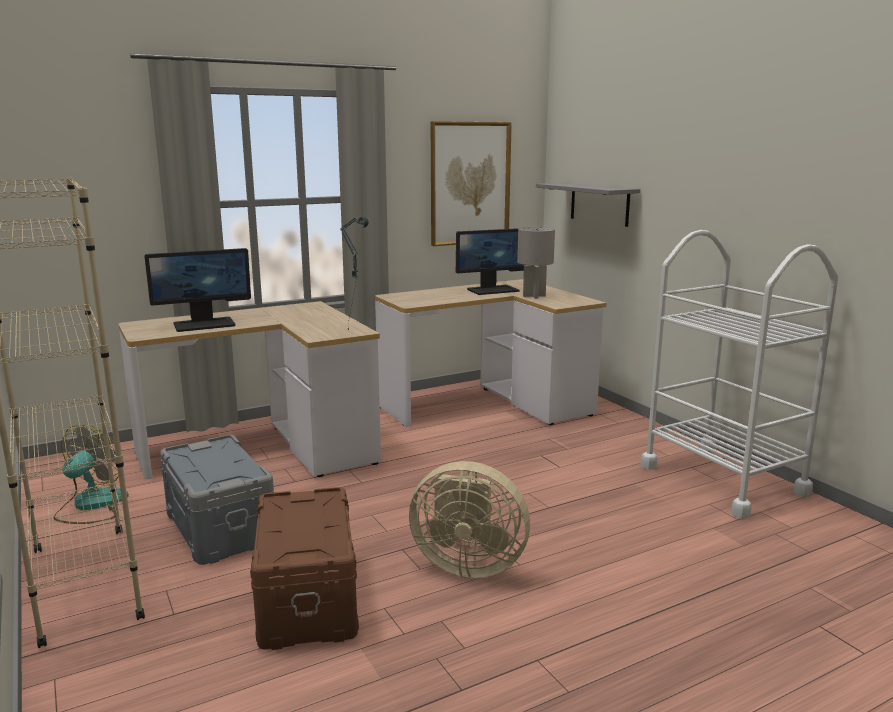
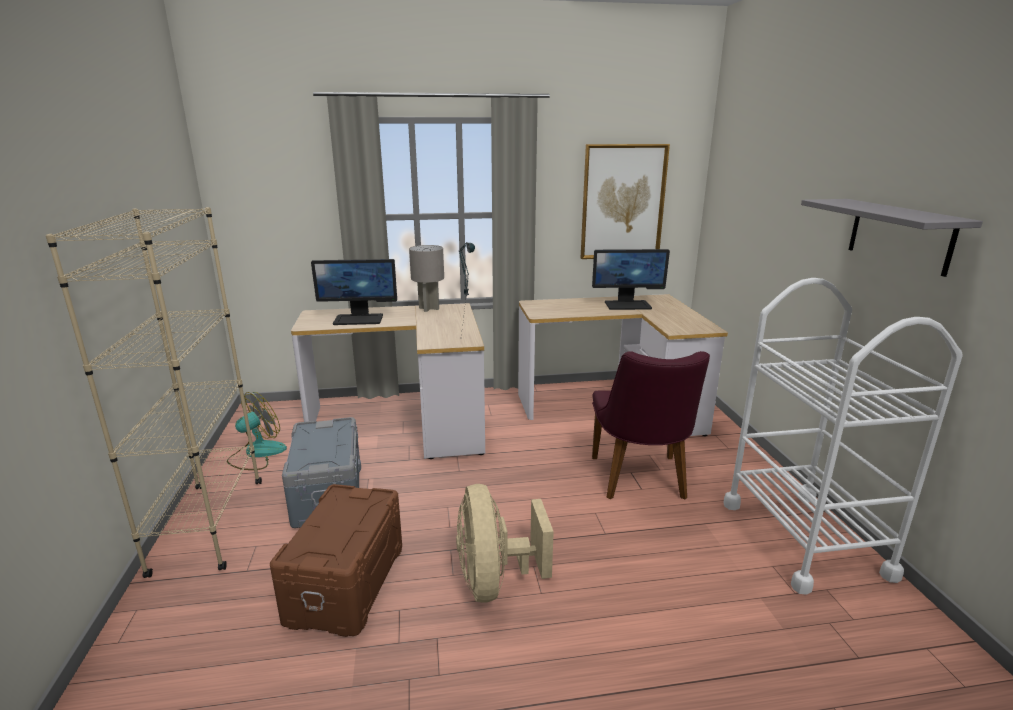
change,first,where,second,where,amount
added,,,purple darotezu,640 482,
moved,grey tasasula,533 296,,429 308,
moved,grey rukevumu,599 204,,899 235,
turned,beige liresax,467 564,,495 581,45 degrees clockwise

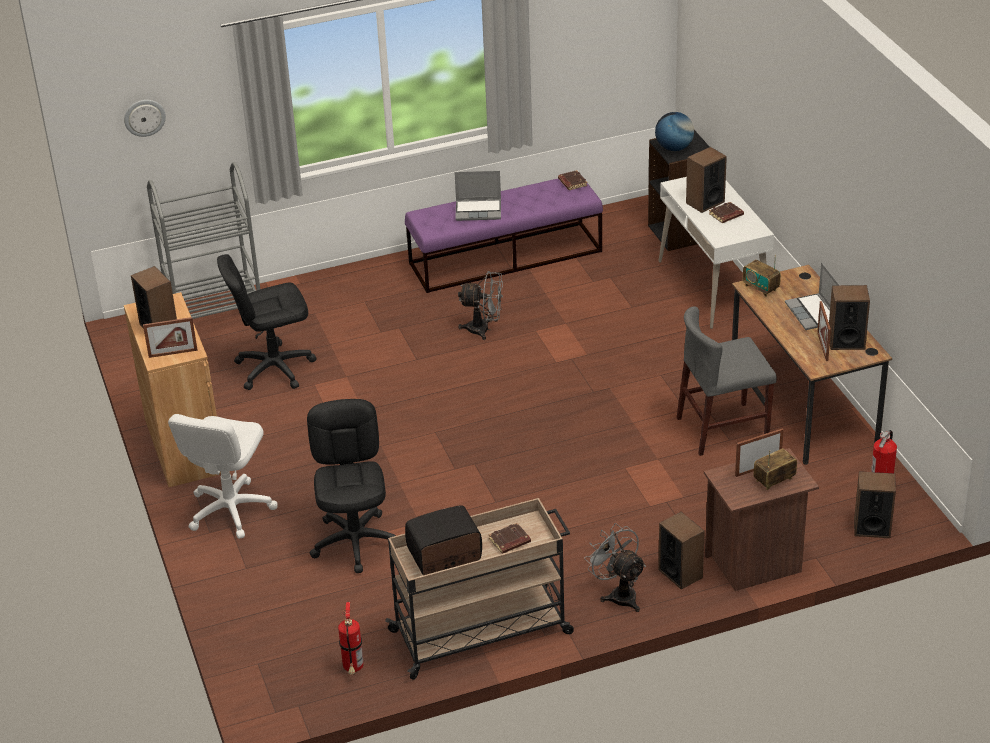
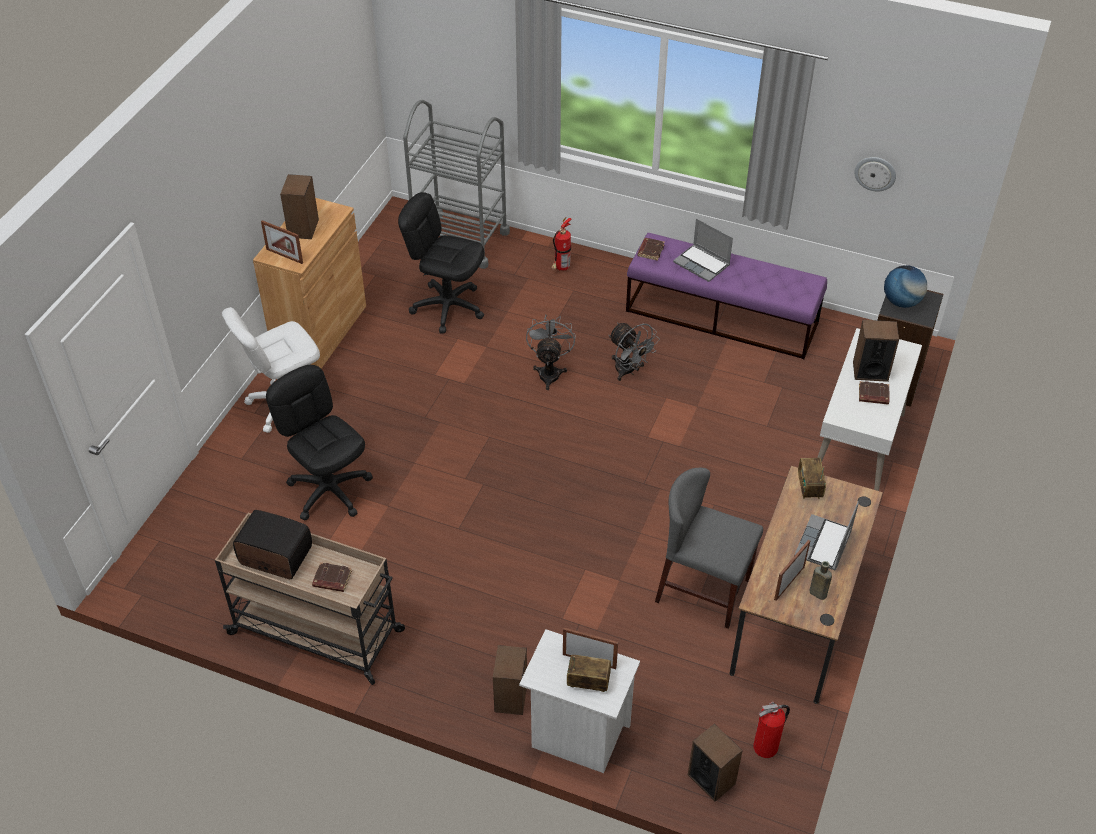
change,first,where,second,where,amount
moved,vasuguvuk,144 117,,875 173,
moved,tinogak,353 669,,561 268,
moved,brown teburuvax,572 182,,650 250,
moved,grey liresax,619 594,,549 371,
replaced,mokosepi,846 341,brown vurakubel,816 593,
recoloured,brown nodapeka,755 564,white nodapeka,577 735,
turned,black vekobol,355 542,,330 490,75 degrees counterclockwise

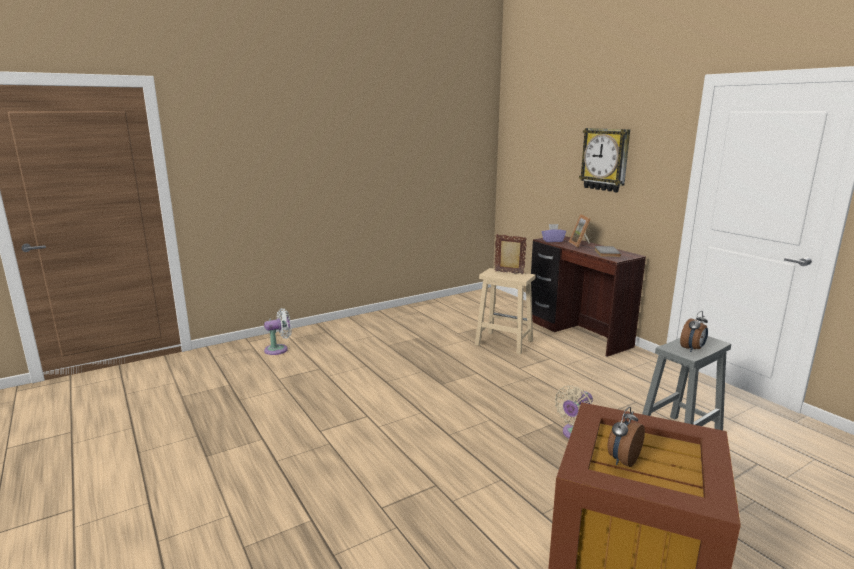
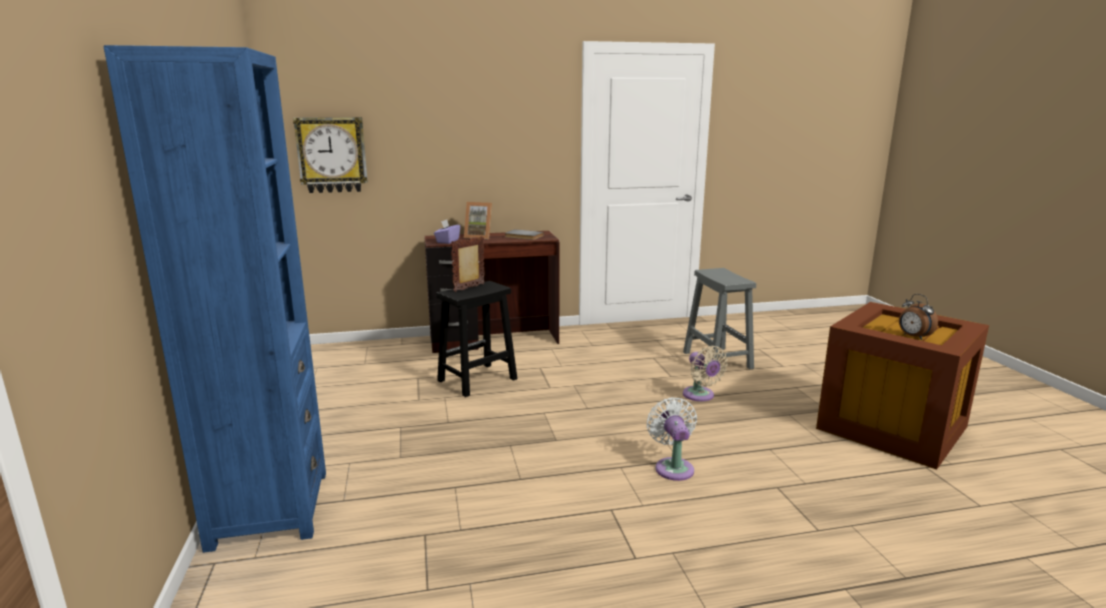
change,first,where,second,where,amount
removed,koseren,692 349,,,
added,,,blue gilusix,269 509,
moved,white liresax,279 349,,673 467,
moved,vasuguvuk,605 159,,332 155,
recoloured,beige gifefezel,503 342,black gifefezel,476 380,

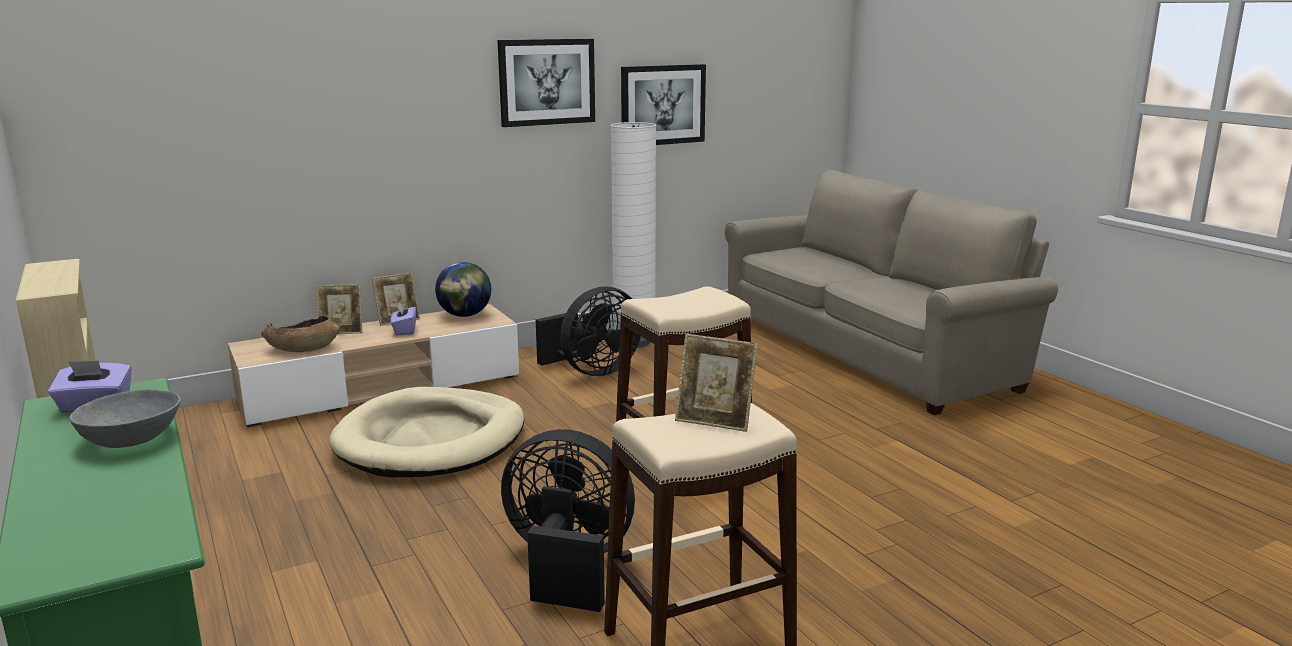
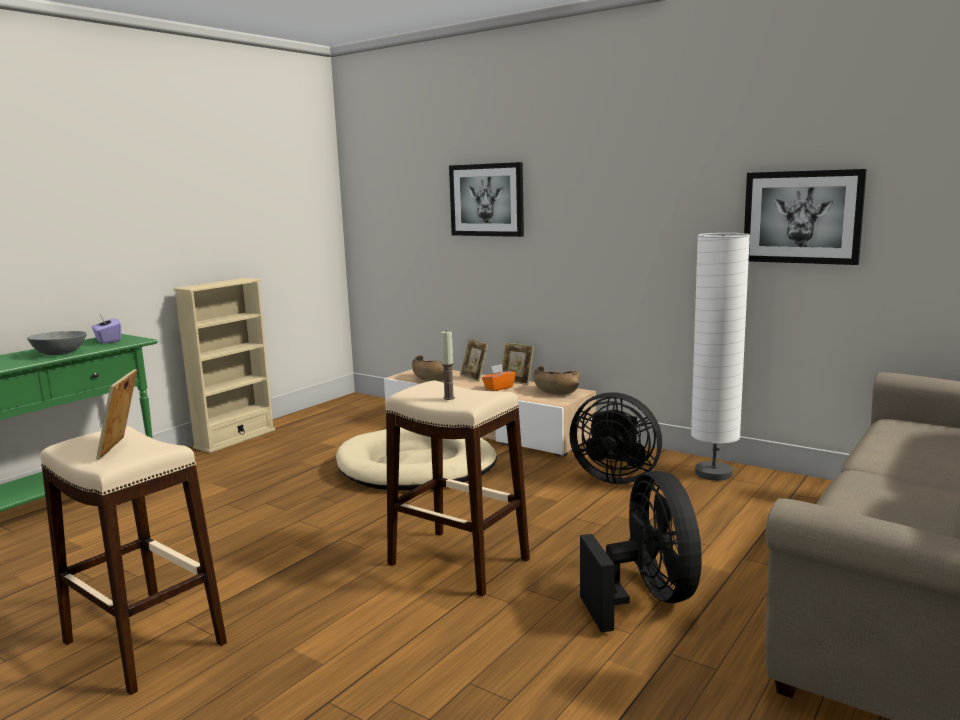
change,first,where,second,where,amount
added,,,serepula,449 398,
moved,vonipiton,547 82,,487 200,
moved,black liresax,567 566,,647 598,
replaced,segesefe,465 315,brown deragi,556 392,
recoloured,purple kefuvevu,404 330,orange kefuvevu,498 388,

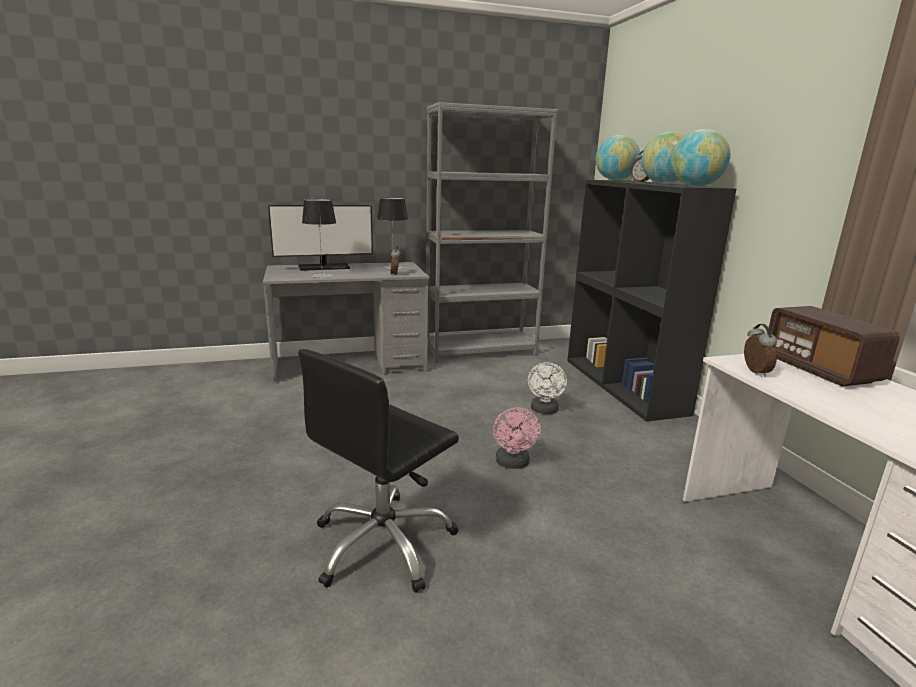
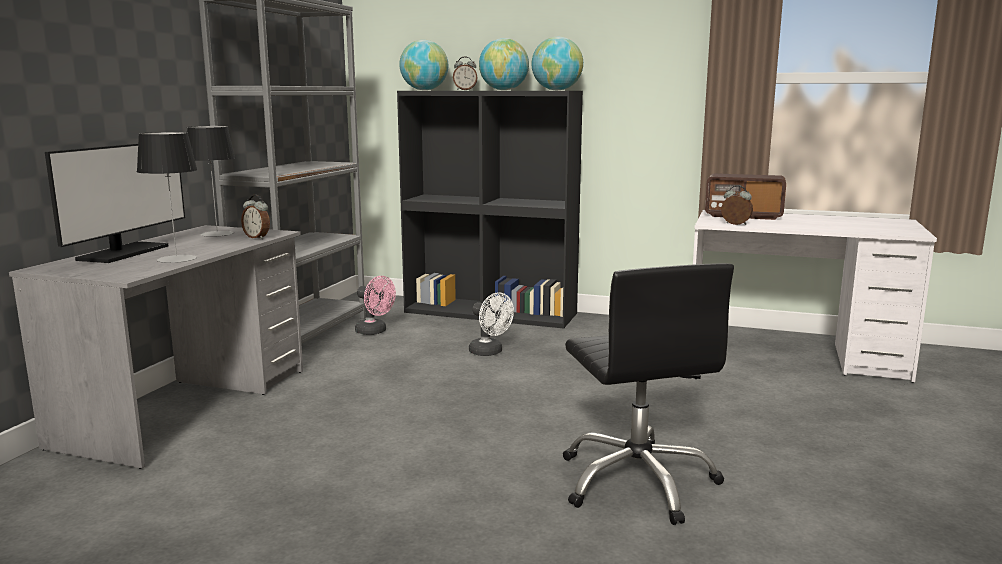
change,first,where,second,where,amount
moved,pink liresax,513 464,,375 331,

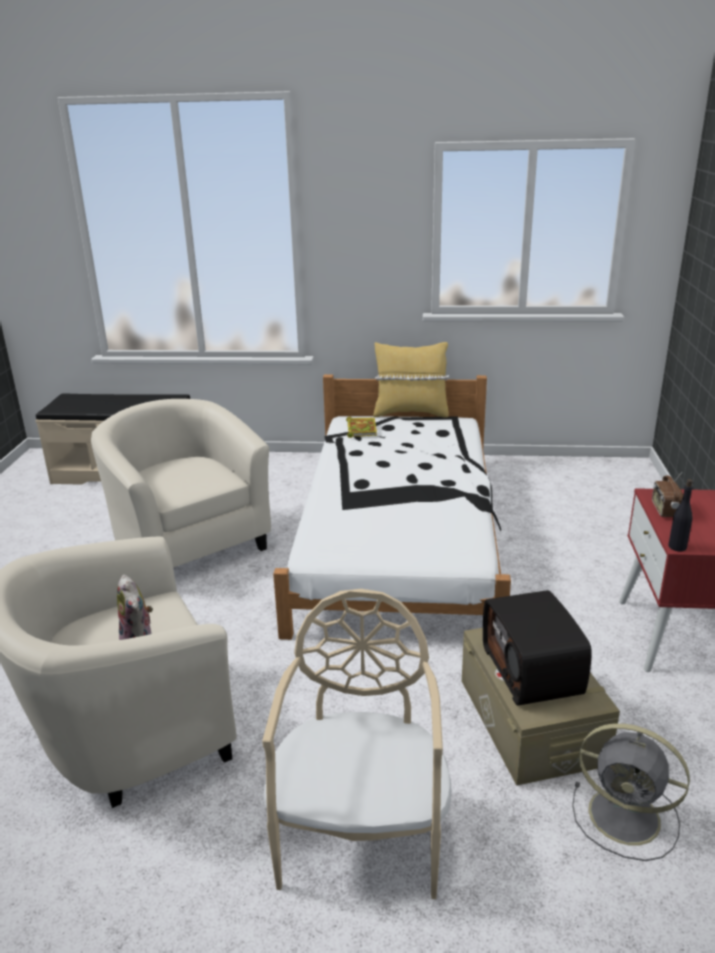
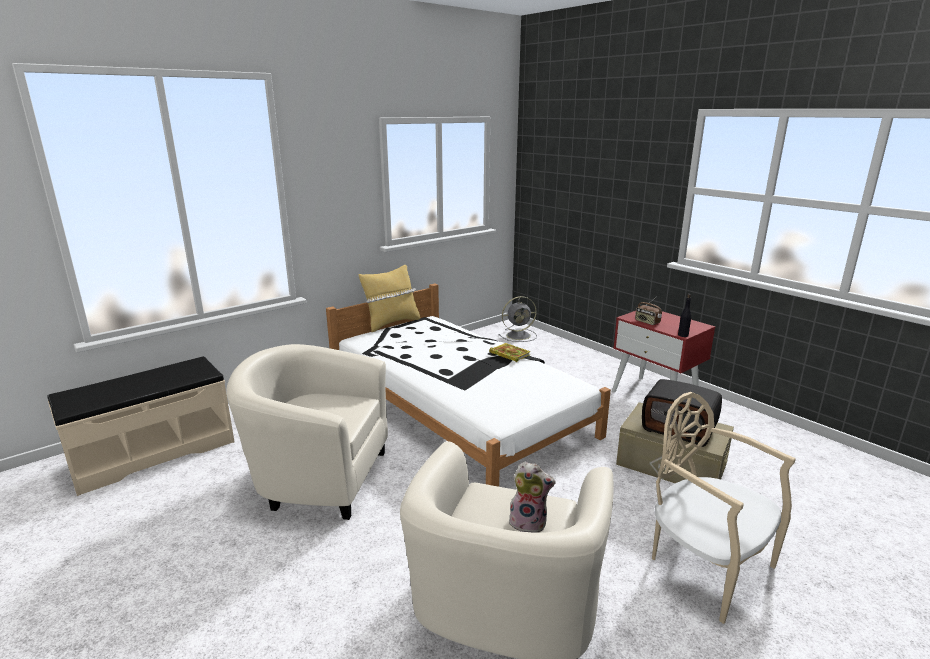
change,first,where,second,where,amount
moved,teburuvax,361 429,,509 354,
moved,grey liresax,627 817,,519 335,

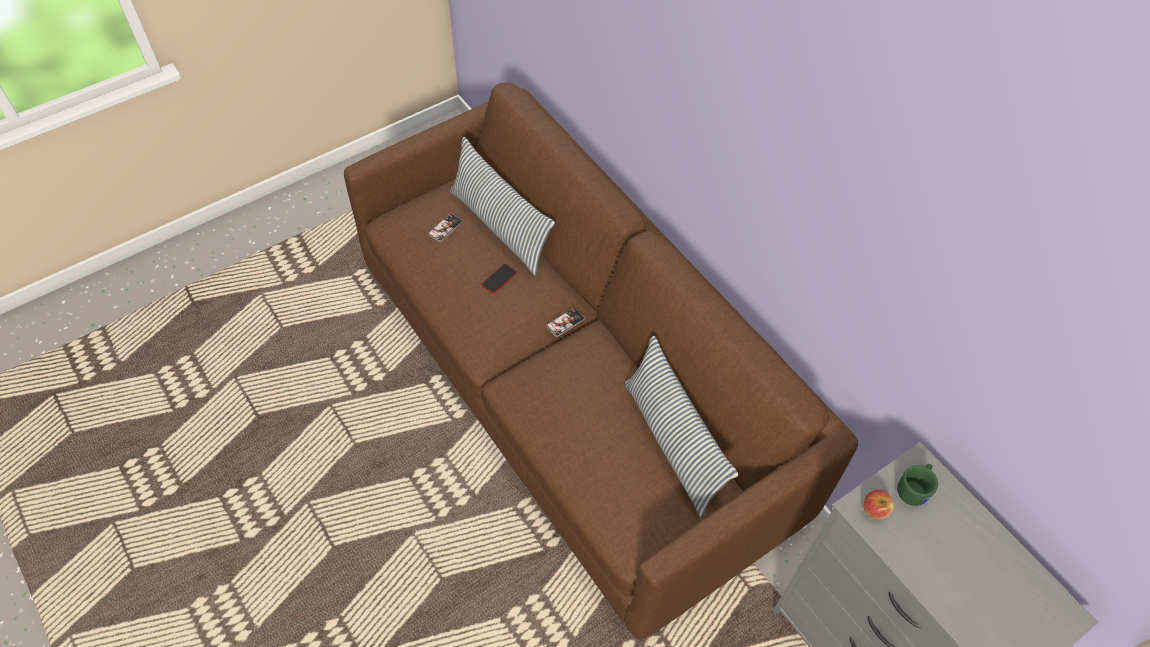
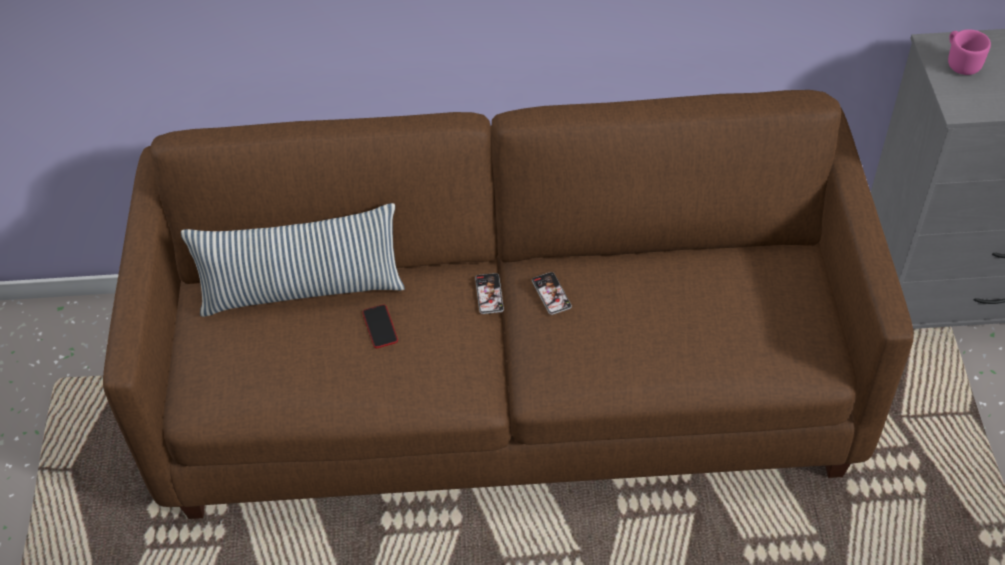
change,first,where,second,where,amount
removed,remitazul,672 443,,,
removed,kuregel,875 509,,,
moved,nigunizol,445 228,,551 294,
recoloured,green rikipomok,914 489,pink rikipomok,961 62,

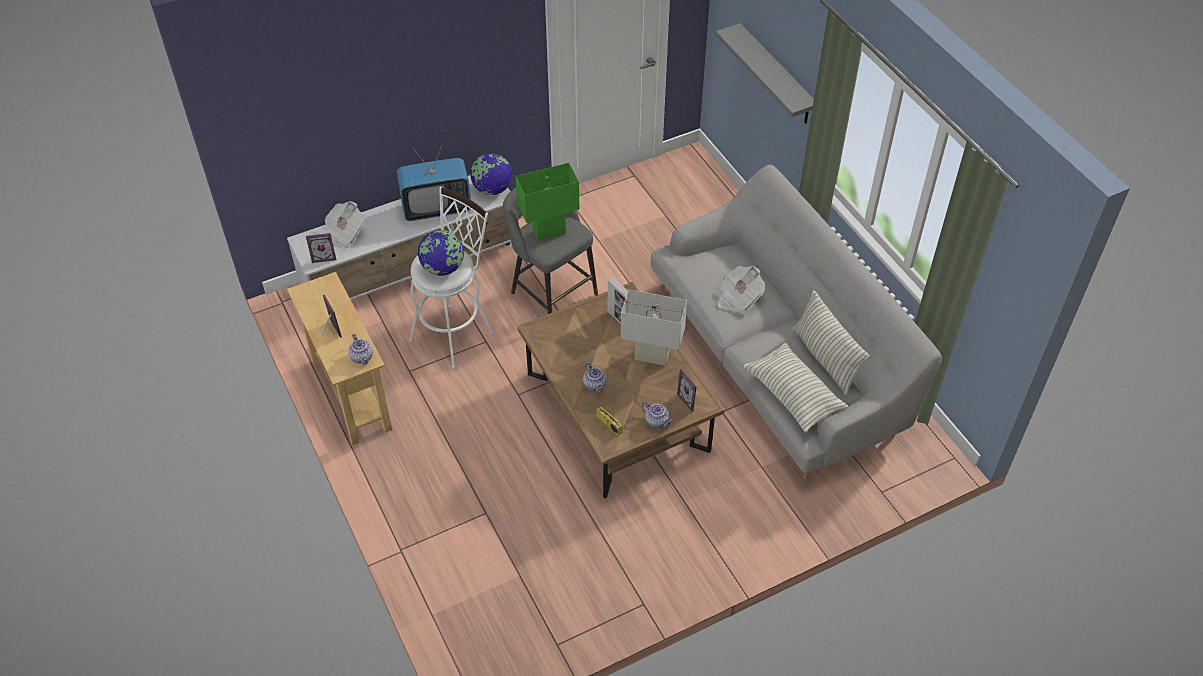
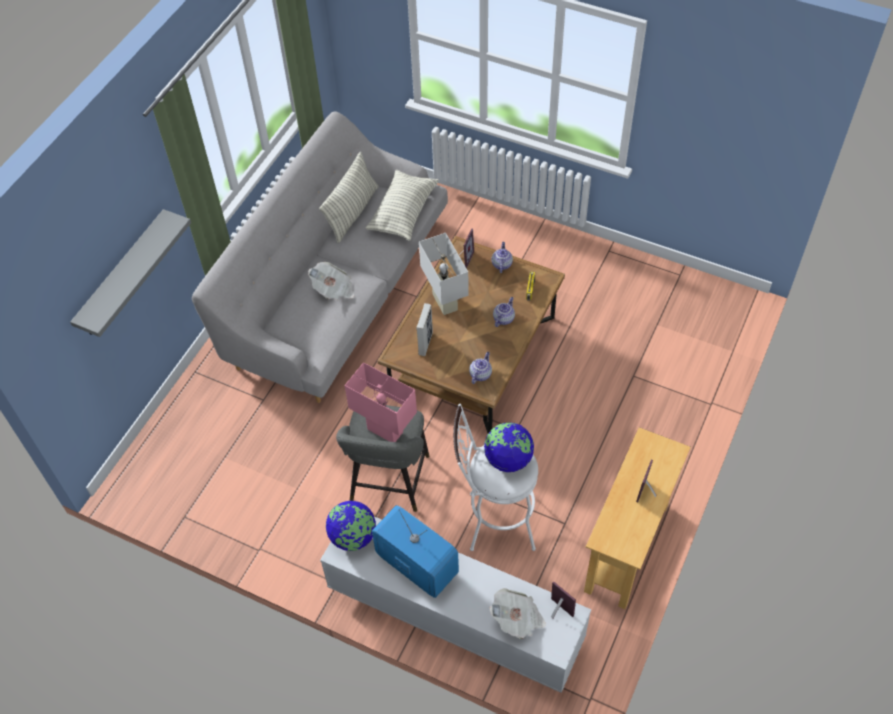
change,first,where,second,where,amount
moved,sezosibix,362 357,,480 374,
recoloured,green tasasula,549 232,pink tasasula,385 430,

